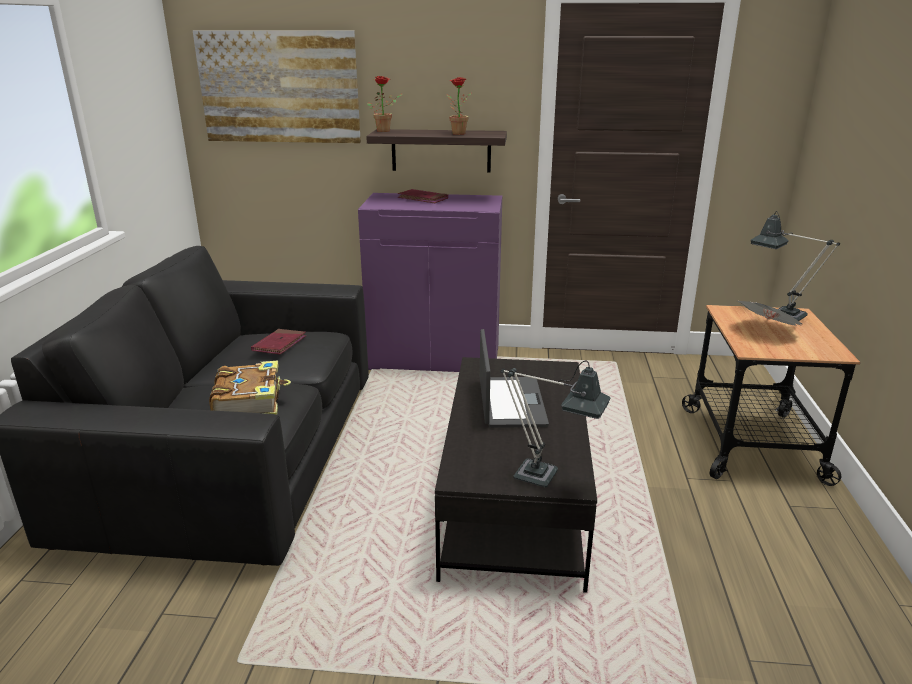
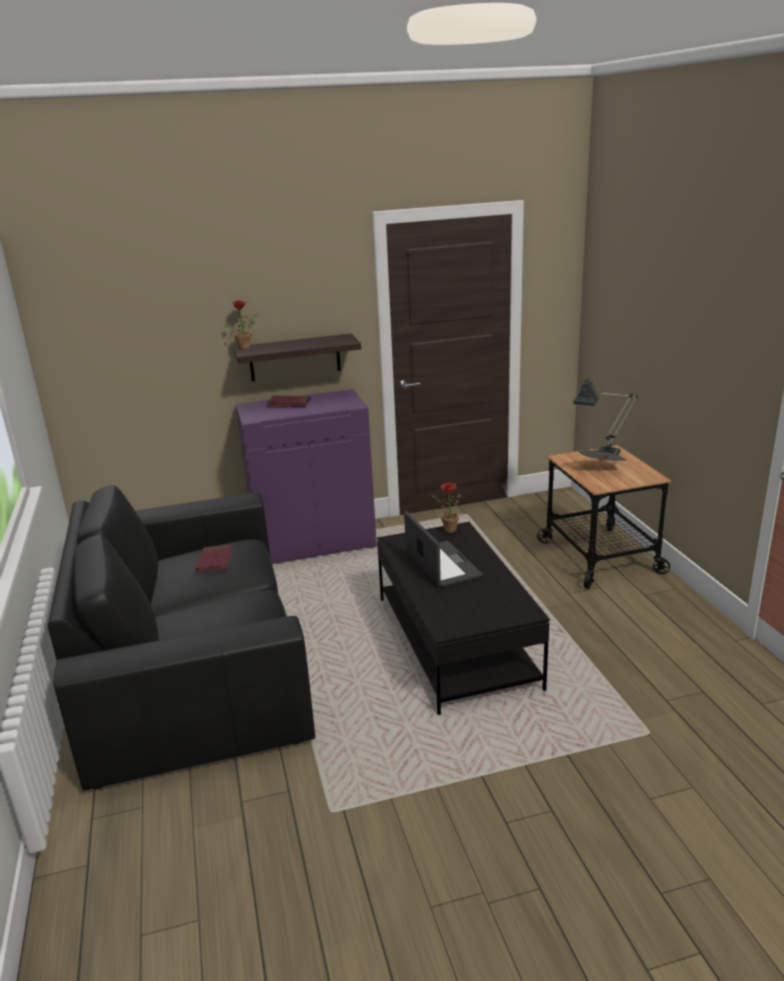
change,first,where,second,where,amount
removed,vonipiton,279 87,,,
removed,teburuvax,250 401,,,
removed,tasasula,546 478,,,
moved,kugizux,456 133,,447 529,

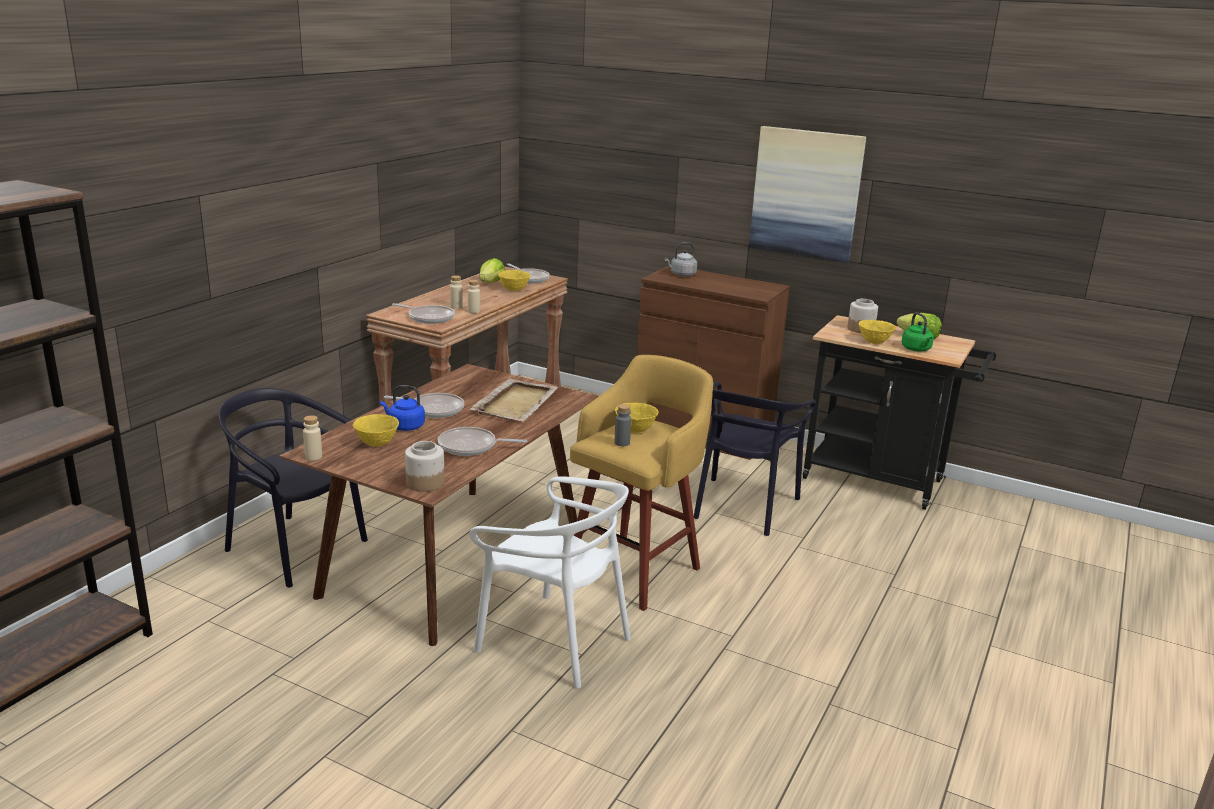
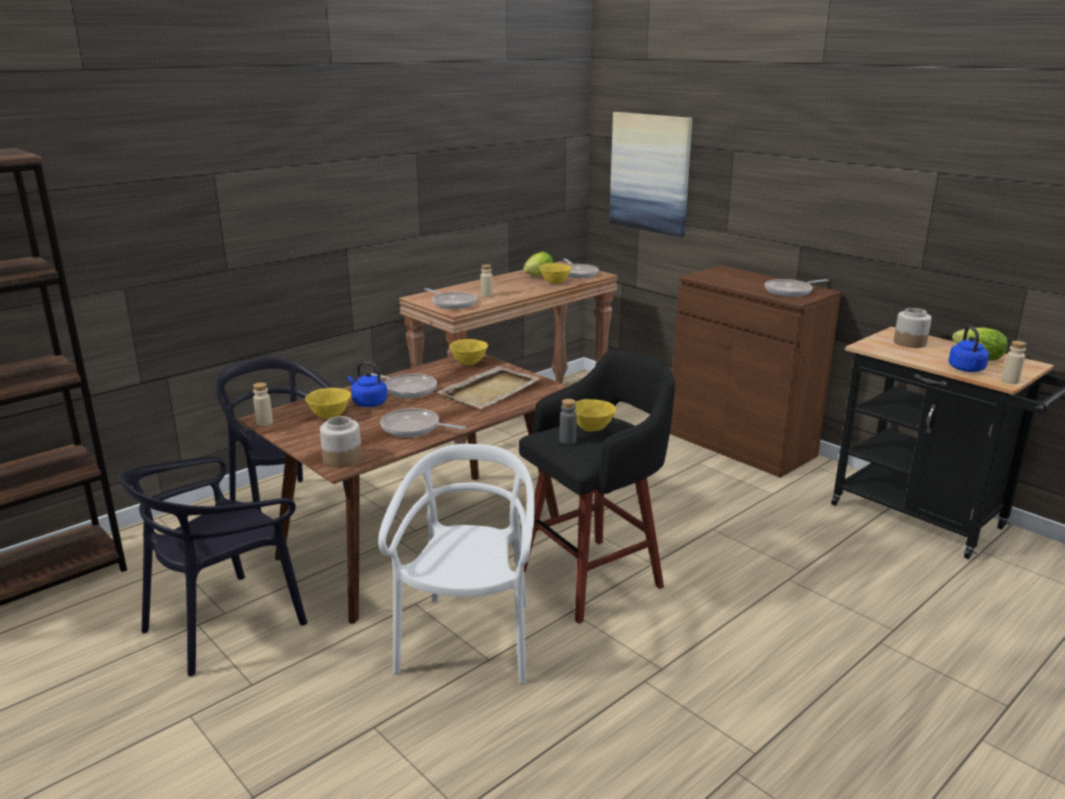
change,first,where,second,where,amount
removed,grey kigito,681 274,,,
added,,,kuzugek,790 291,
moved,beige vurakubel,473 311,,1010 381,
moved,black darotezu,743 506,,224 624,
moved,vonipiton,806 193,,650 173,
moved,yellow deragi,874 342,,469 363,
recoloured,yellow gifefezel,635 569,black gifefezel,594 577,
recoloured,green kigito,917 349,blue kigito,967 369,
turned,white darotezu,554 641,,469 640,135 degrees counterclockwise

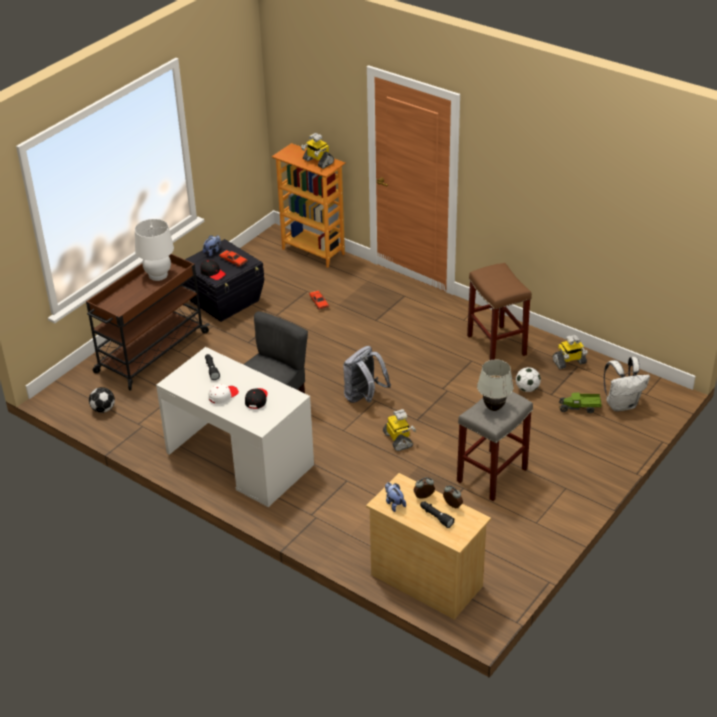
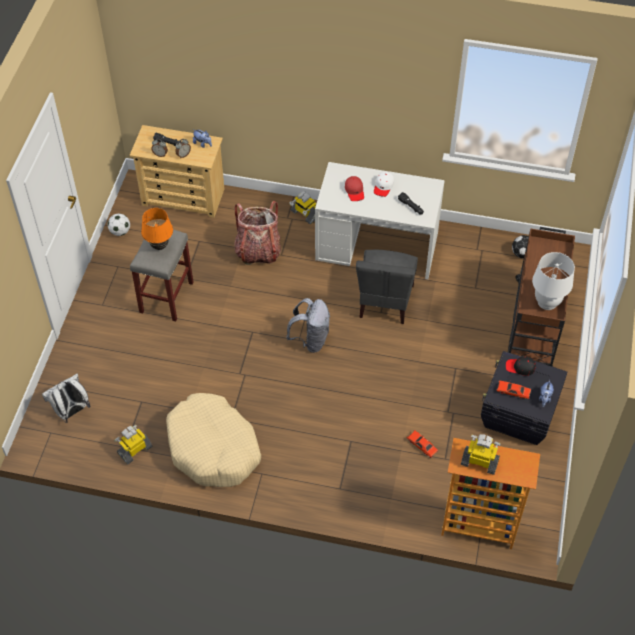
change,first,where,second,where,amount
removed,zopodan,579 408,,,
added,,,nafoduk,258 251,
moved,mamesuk,398 440,,305 214,
moved,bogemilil,527 389,,120 232,
replaced,brown gifefezel,497 345,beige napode,213 448,
recoloured,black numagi,256 400,red numagi,354 191,
recoloured,white tasasula,494 407,orange tasasula,160 246,

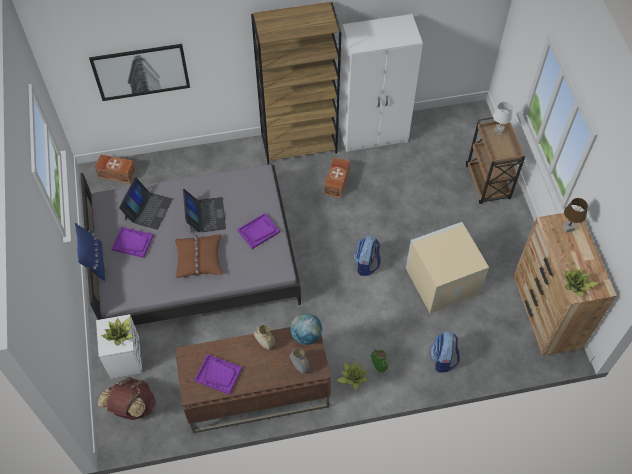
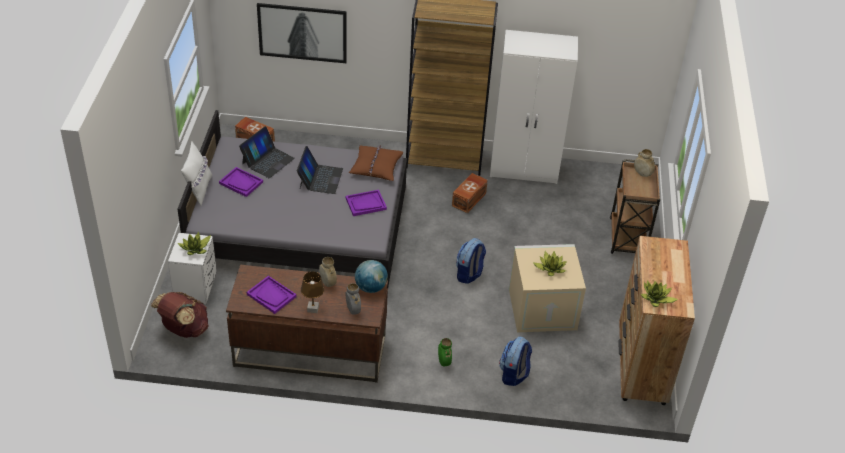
change,first,where,second,where,amount
moved,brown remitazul,199 259,,376 167,
moved,kugizux,352 377,,550 268,
moved,brown tasasula,568 228,,312 309,
replaced,white tasasula,498 131,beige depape,642 174,
recoloured,blue remitazul,95 262,white remitazul,199 189,

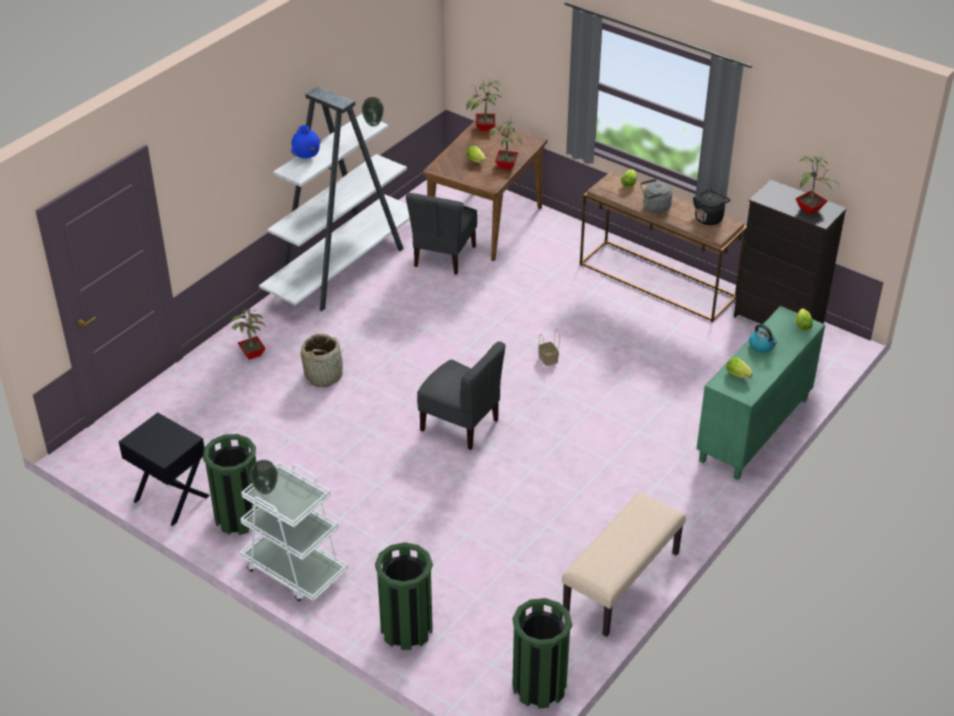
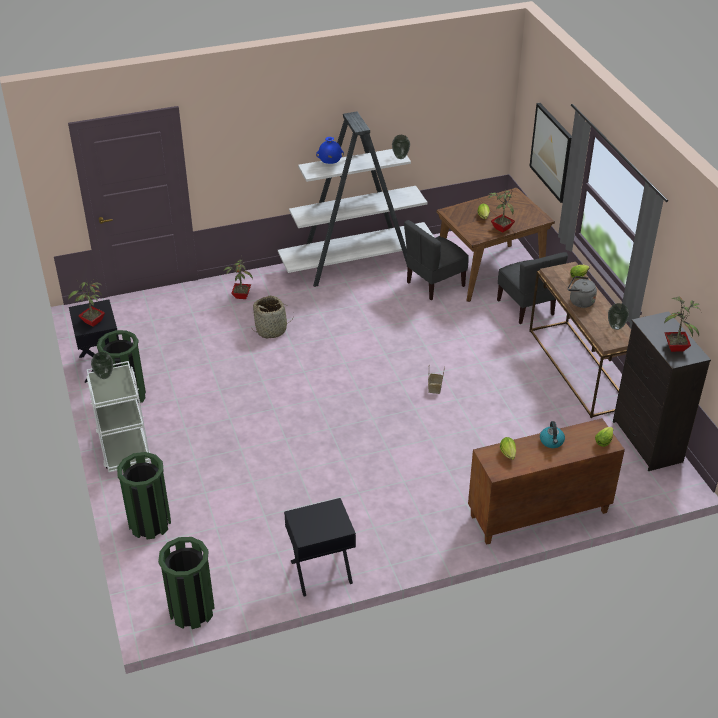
change,first,where,second,where,amount
added,,,vonipiton,552 152,
moved,grey darotezu,460 425,,526 307,
moved,kugizux,485 128,,92 322,
replaced,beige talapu,622 583,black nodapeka,321 572,
replaced,black kigito,709 218,depape,616 327,
recoloured,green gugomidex,754 431,brown gugomidex,538 515,

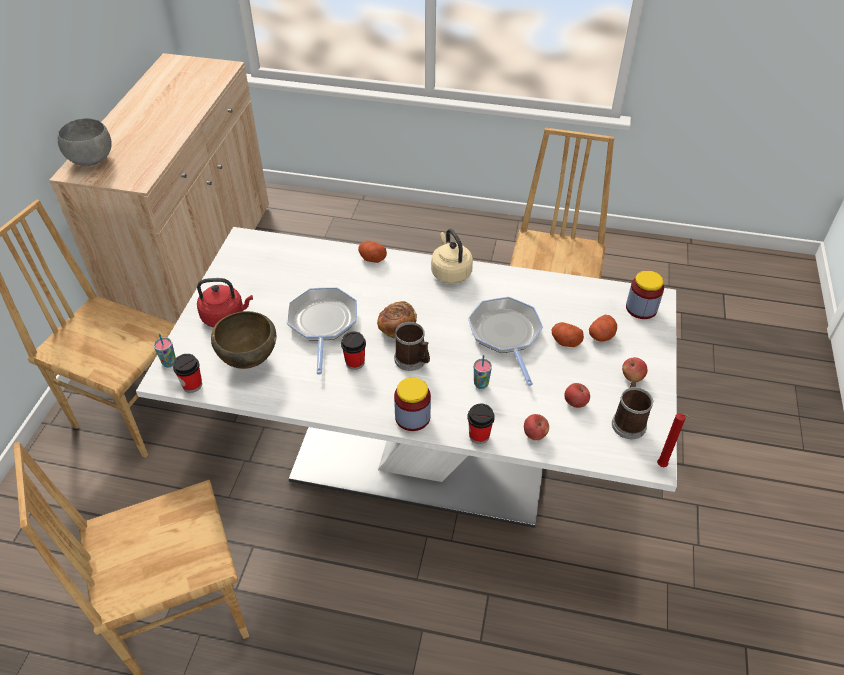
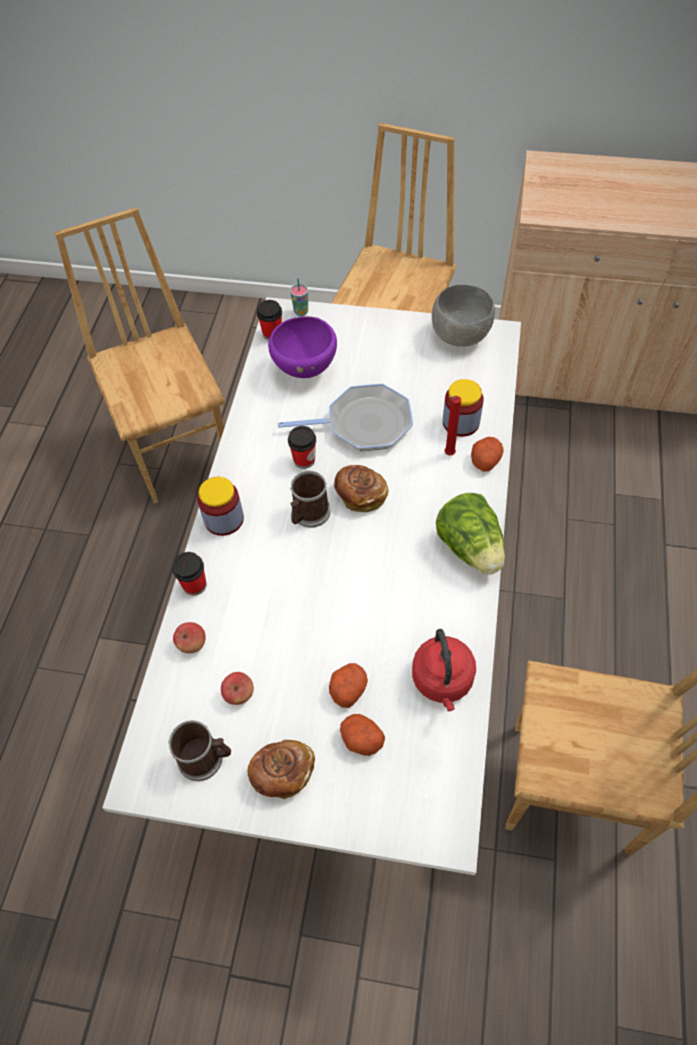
change,first,where,second,where,amount
removed,kuzugek,506 334,,,
removed,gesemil,481 384,,,
moved,grey deragi,91 159,,461 335,
moved,red kigito,226 317,,443 681,
moved,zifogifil,641 308,,461 422,
moved,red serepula,662 466,,448 454,
replaced,beige kigito,450 272,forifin,470 548,
replaced,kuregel,632 377,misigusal,282 774,
recoloured,brown deragi,248 360,purple deragi,305 370,

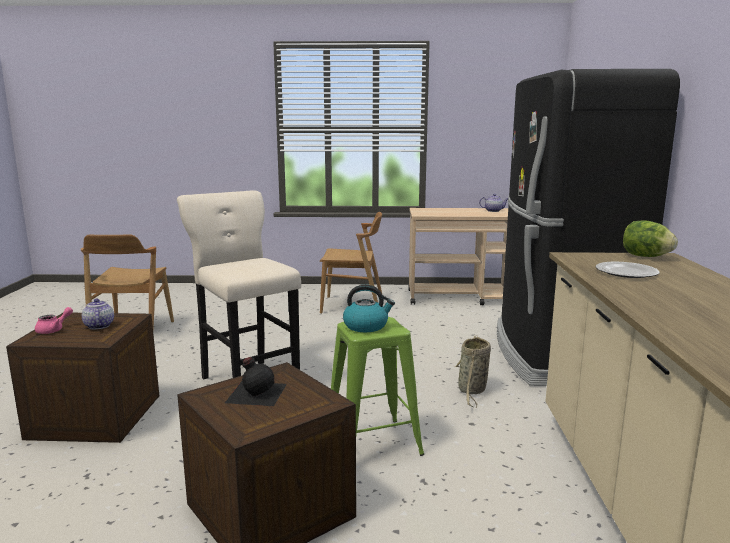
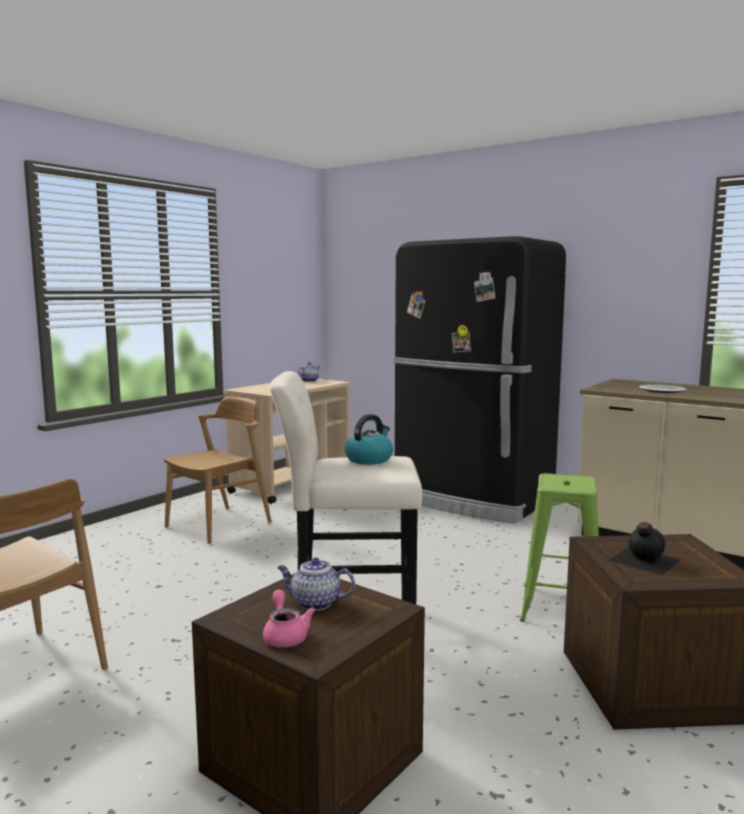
change,first,where,second,where,amount
removed,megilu,472 391,,,
removed,forifin,645 256,,,
moved,kigito,366 326,,369 459,

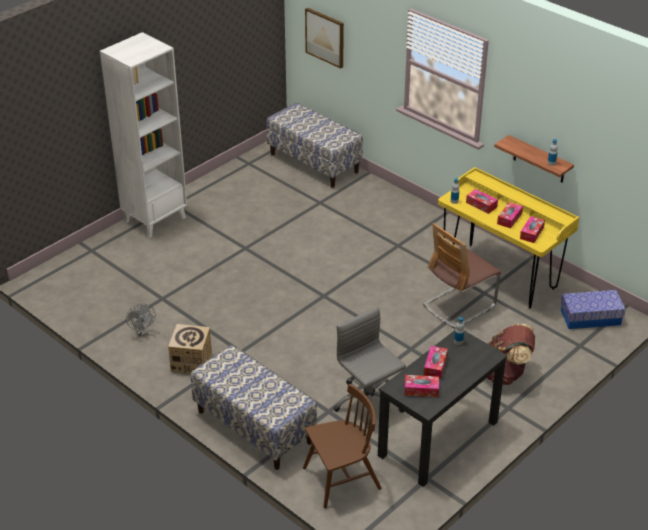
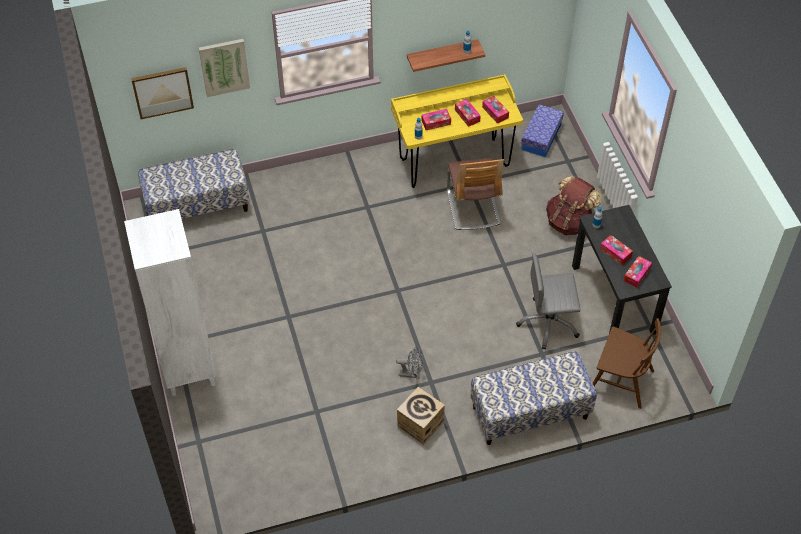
change,first,where,second,where,amount
added,,,vonipiton,224 67,
moved,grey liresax,142 332,,411 373,
turned,brown darotezu,341 479,,620 380,105 degrees clockwise

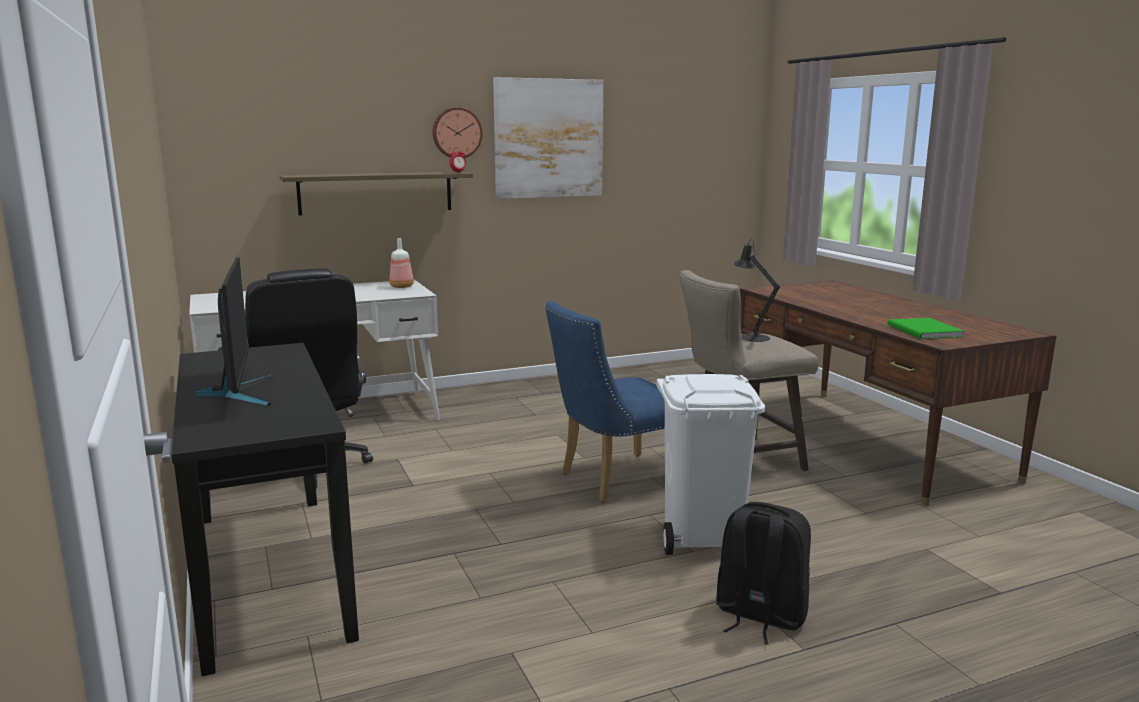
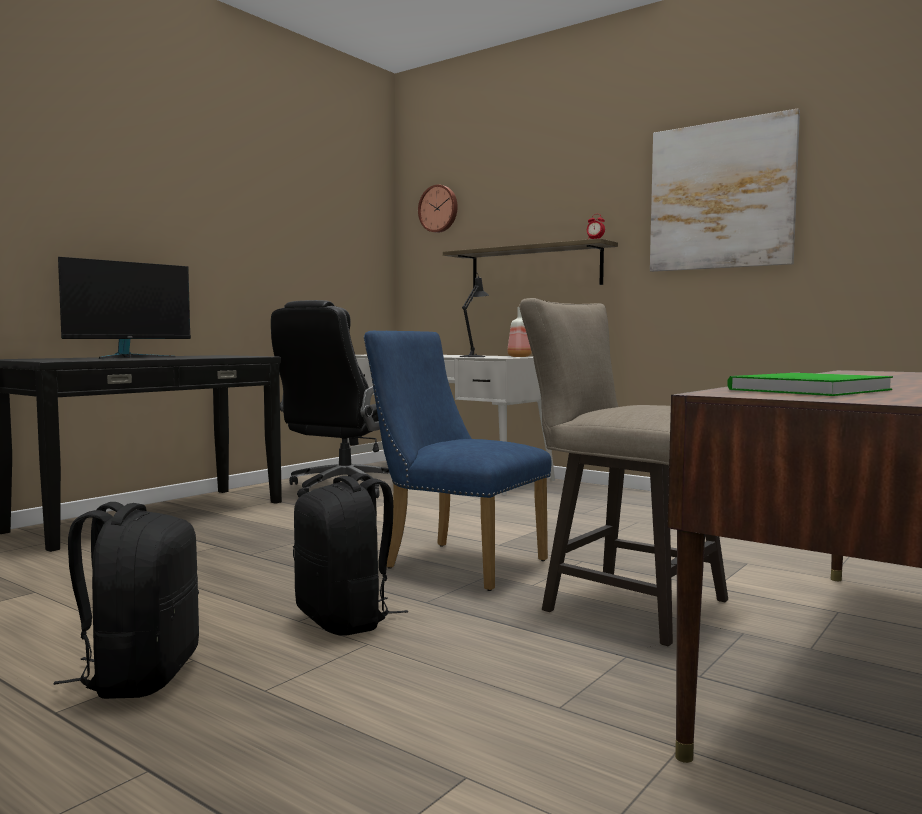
change,first,where,second,where,amount
moved,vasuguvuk,456 133,,439 209,
moved,black tasasula,751 337,,474 356,
replaced,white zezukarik,704 536,black nafoduk,345 620,

